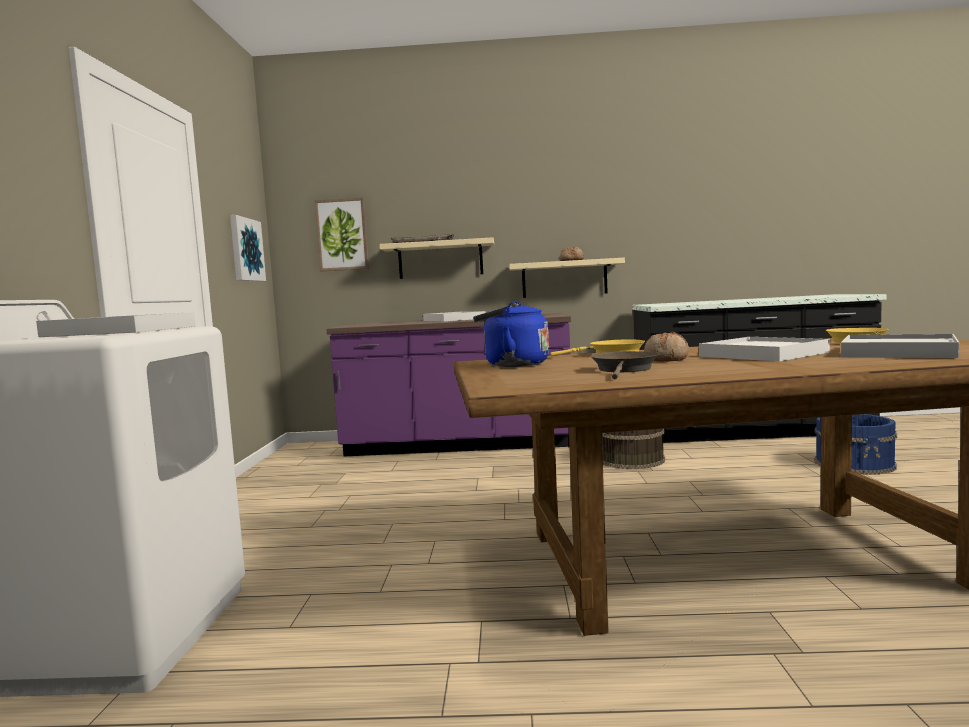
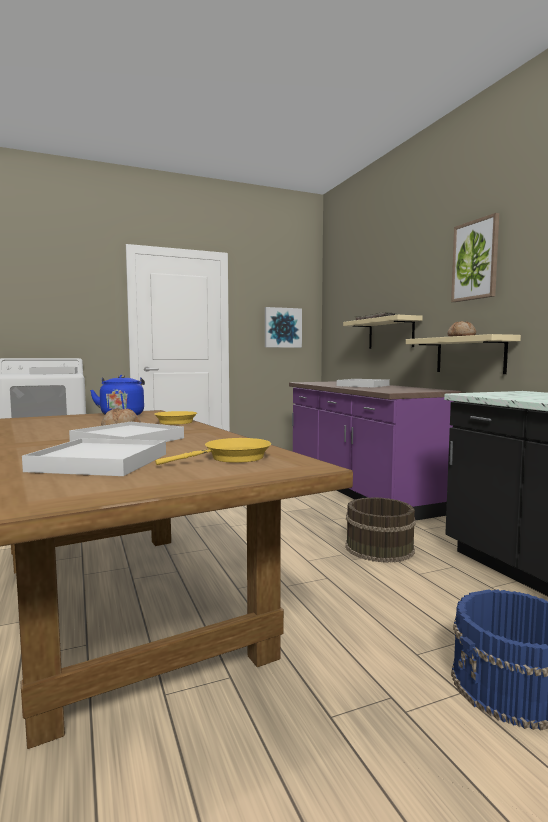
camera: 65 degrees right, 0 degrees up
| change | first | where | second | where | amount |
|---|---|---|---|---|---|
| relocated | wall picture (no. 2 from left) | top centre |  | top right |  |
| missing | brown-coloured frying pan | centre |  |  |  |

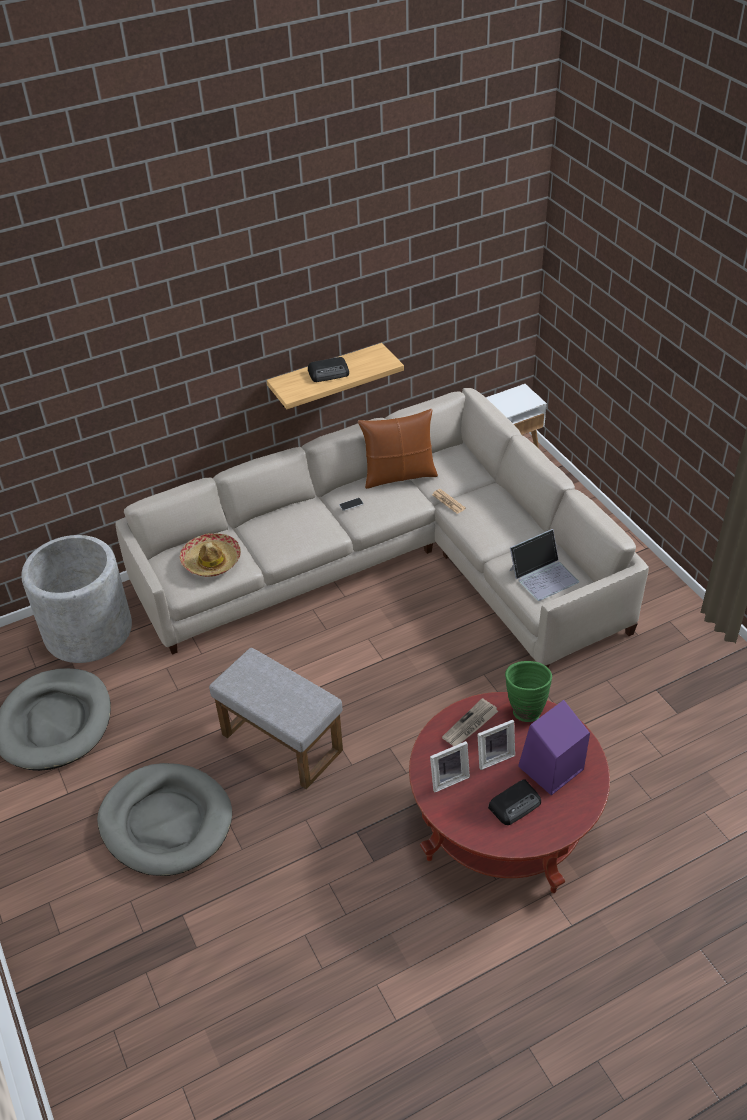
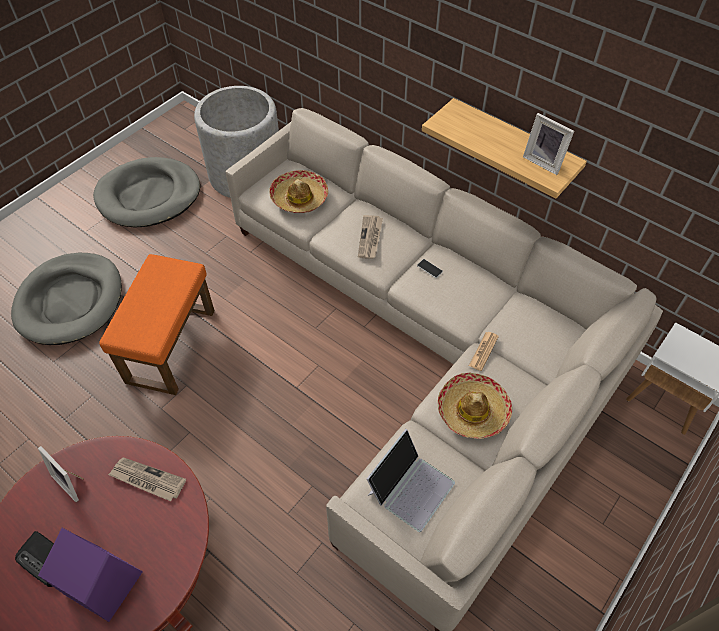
camera: 65 degrees right, 10 degrees up
| change | first | where | second | where | amount |
|---|---|---|---|---|---|
| missing | radio set (no. 1 from left) | top centre |  |  |  |
| missing | brown-coloured pillow | centre |  |  |  |
| spun | portable computer | middle right |  | bottom centre | 90 degrees counterclockwise |
| colour | greyish pouffe | centre | orange-coloured pouffe | middle left |  |
| missing | green-coloured decorative vase | middle right |  |  |  |
| relocated | photo frame (no. 2 from left) | centre |  | top right |  |
| appeared |  |  | daily paper (no. 2 from left) | centre |  |
| appeared |  |  | hat (no. 2 from left) | centre |  |

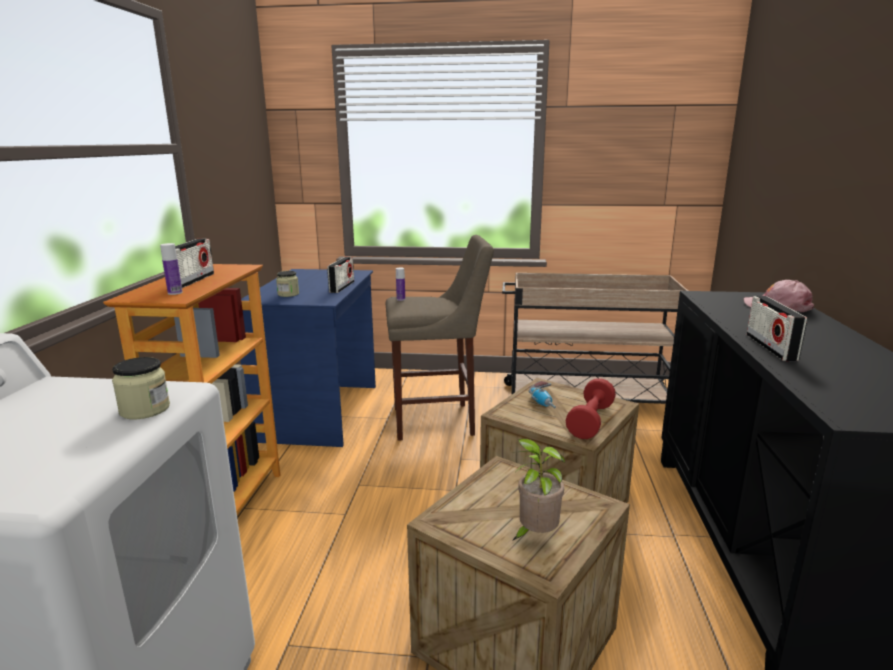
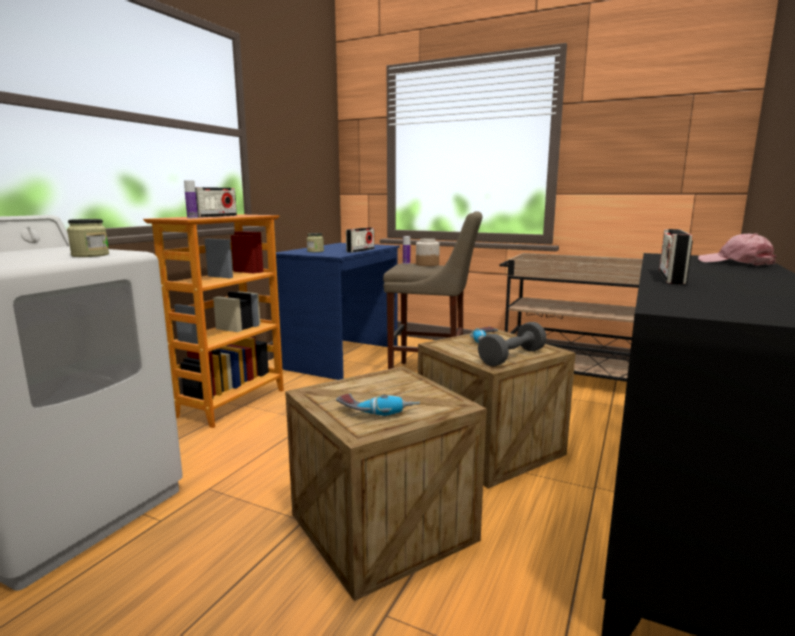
camera: 20 degrees right, 5 degrees down
| change | first | where | second | where | amount |
|---|---|---|---|---|---|
| colour | red-coloured dumbbell | centre | greyish dumbbell | centre |  |
| exchanged | potted plant | bottom centre | drill (no. 1 from left) | centre |  |
| appeared |  |  | storage jar (no. 3 from left) | centre |  |

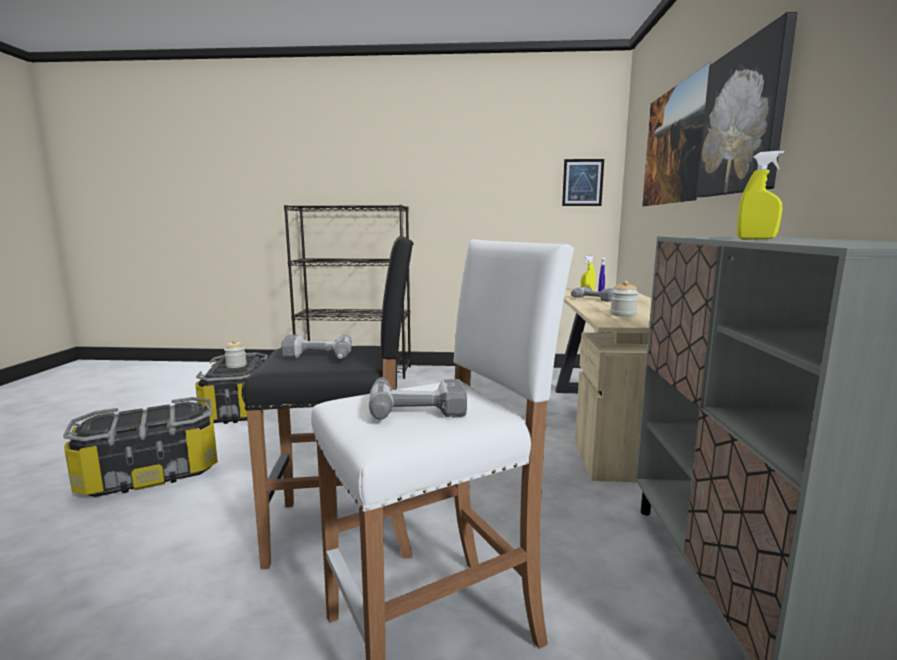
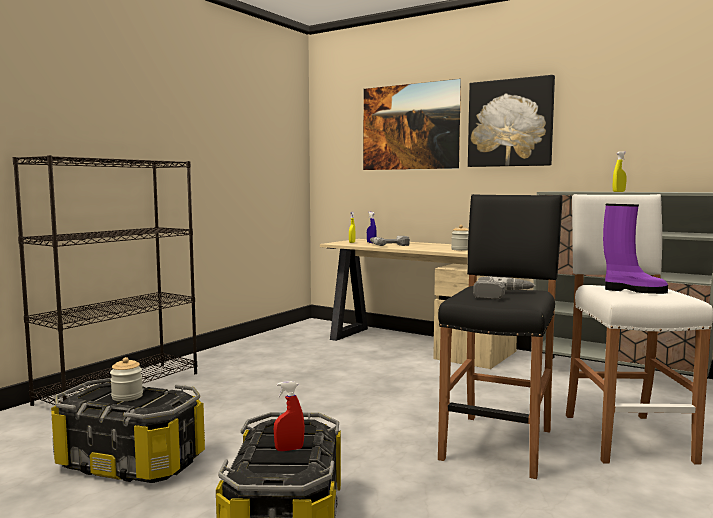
camera: 60 degrees left, 5 degrees down
| change | first | where | second | where | amount |
|---|---|---|---|---|---|
| missing | wall picture (no. 1 from left) | top centre |  |  |  |
| exchanged | drill (no. 2 from left) | centre | purplish high-top boot | middle right |  |
| appeared |  |  | red-coloured sprayer | bottom centre |  |

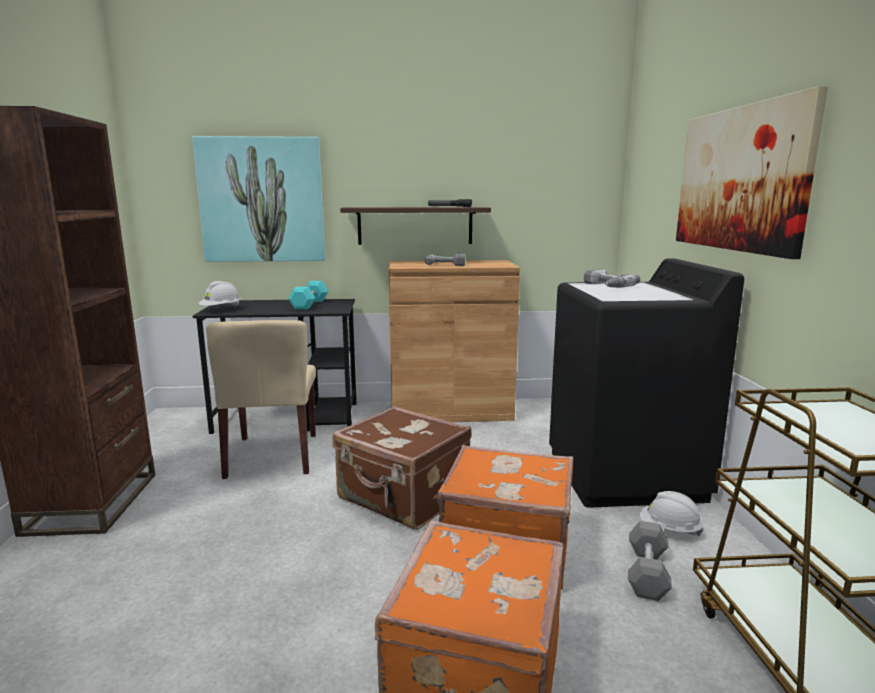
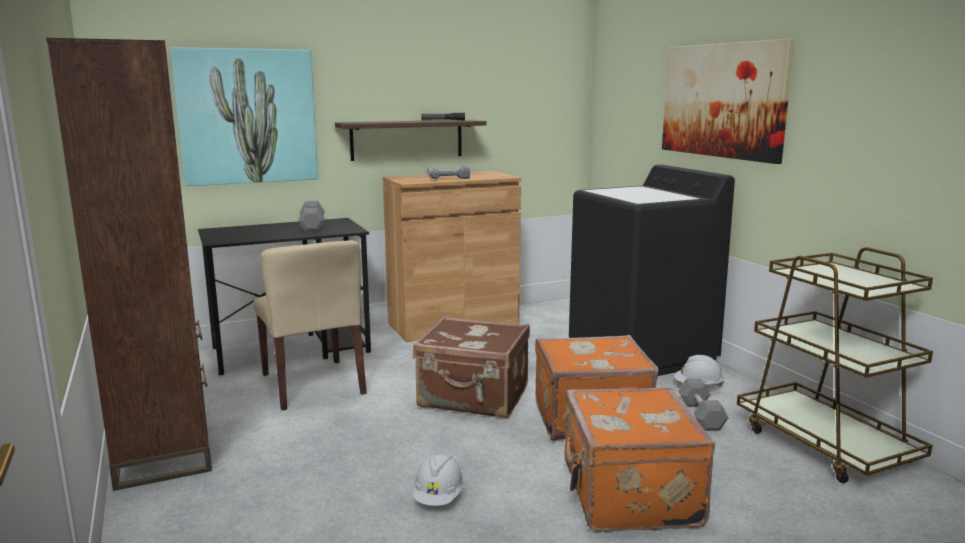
camera: 20 degrees left, 0 degrees up
| change | first | where | second | where | amount |
|---|---|---|---|---|---|
| missing | drill (no. 2 from left) | middle right |  |  |  |
| relocated | white-coloured hard hat (no. 1 from left) | middle left |  | bottom centre |  |
| colour | turquoise dumbbell | centre | greyish dumbbell (no. 1 from left) | middle left |  |

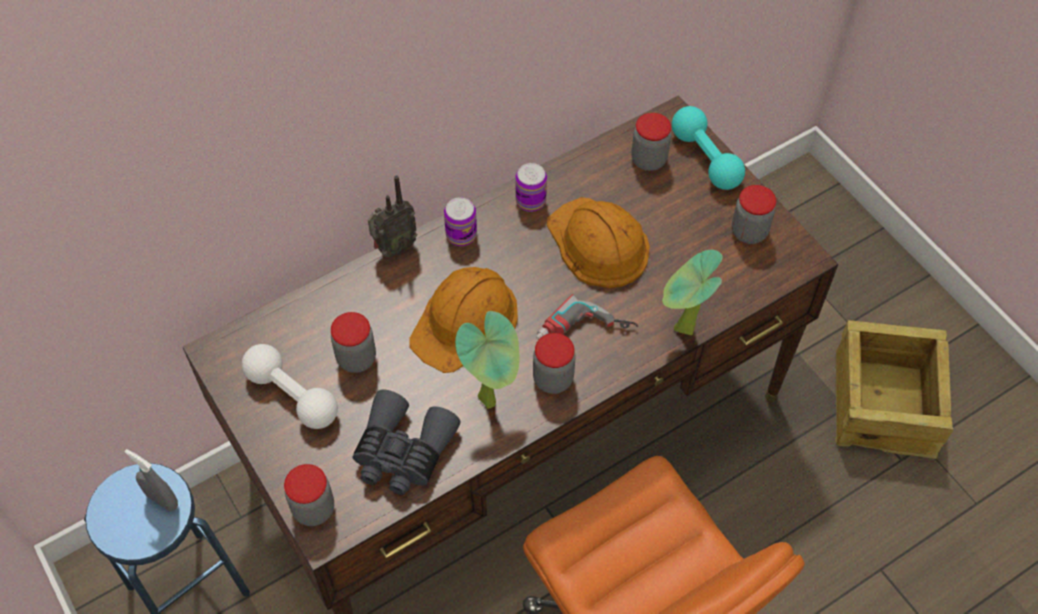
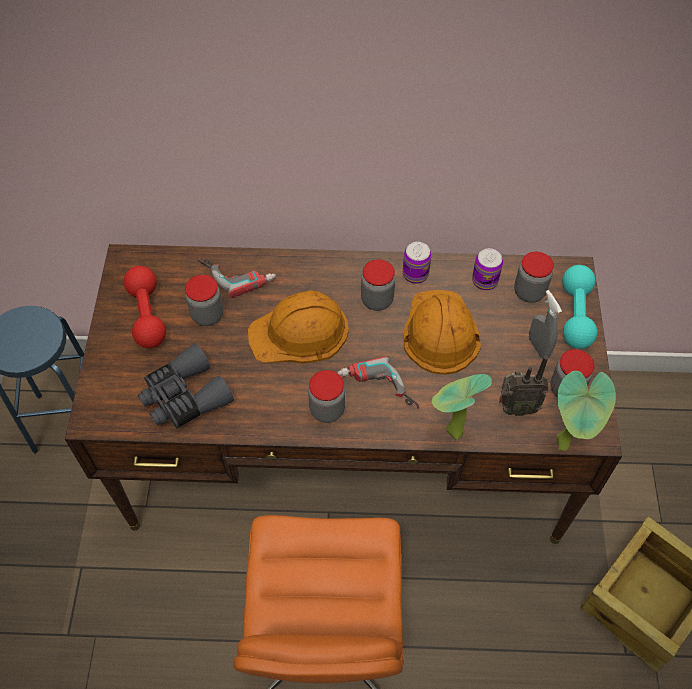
camera: 35 degrees right, 0 degrees up
| change | first | where | second | where | amount |
|---|---|---|---|---|---|
| relocated | radio set | centre |  | middle right |  |
| relocated | metal can (no. 1 from left in the first image) | centre | metal can (no. 2 from left) | middle right |  |
| relocated | potted plant (no. 1 from left in the first image) | centre | potted plant (no. 2 from left) | middle right |  |
| colour | white-coloured dumbbell | middle left | red-coloured dumbbell | middle left |  |
| relocated | greyish sprayer | bottom left |  | middle right |  |
| relocated | storage jar (no. 1 from left in the first image) | bottom left | storage jar (no. 3 from left) | centre |  |
| appeared |  |  | drill (no. 1 from left) | centre |  |

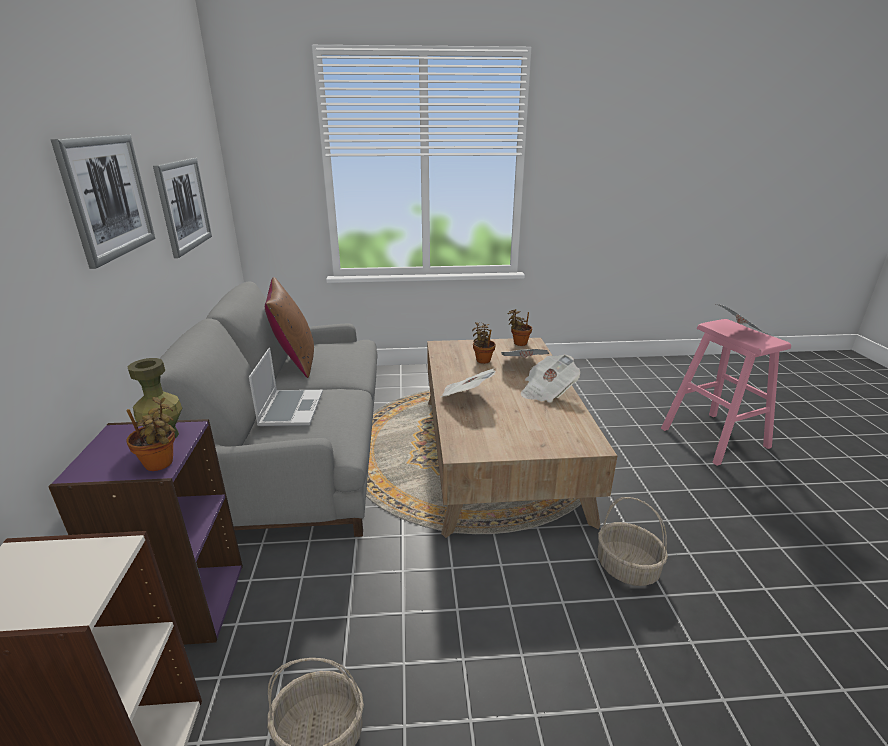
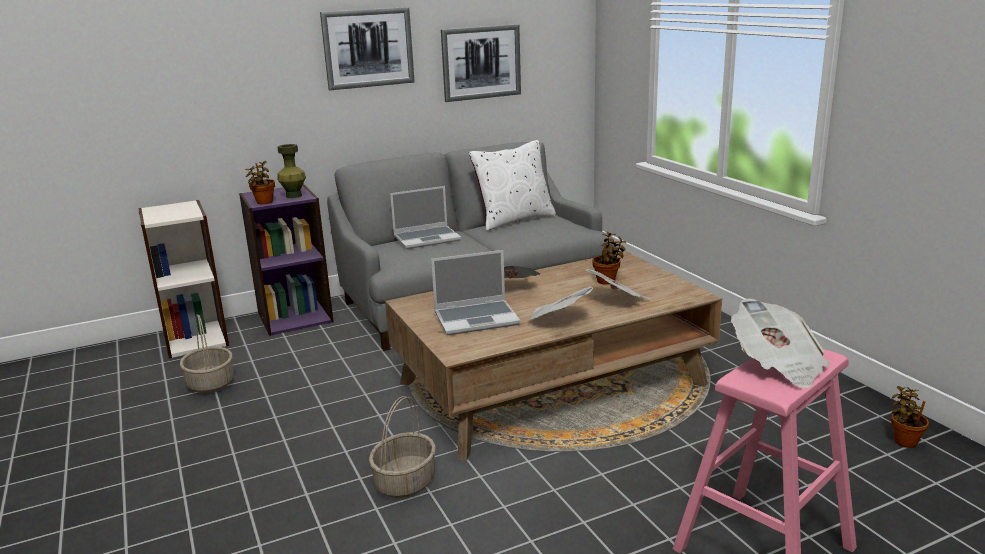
camera: 70 degrees right, 5 degrees down
| change | first | where | second | where | amount |
|---|---|---|---|---|---|
| colour | brown-coloured pillow | middle left | white-coloured pillow | centre |  |
| relocated | potted plant (no. 3 from left) | centre |  | bottom right |  |
| appeared |  |  | portable computer (no. 2 from left) | centre |  |

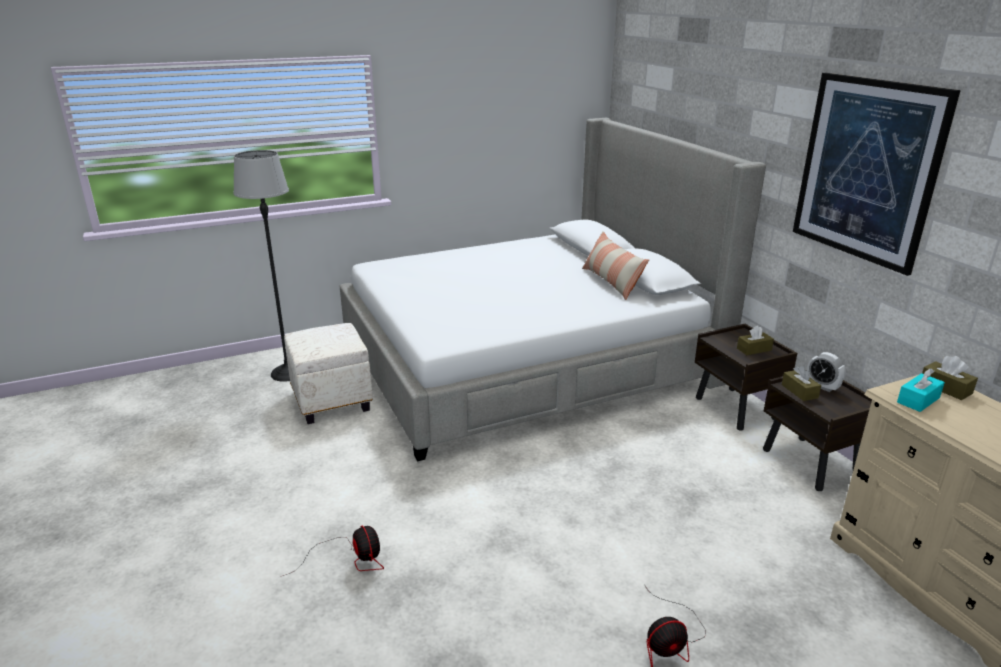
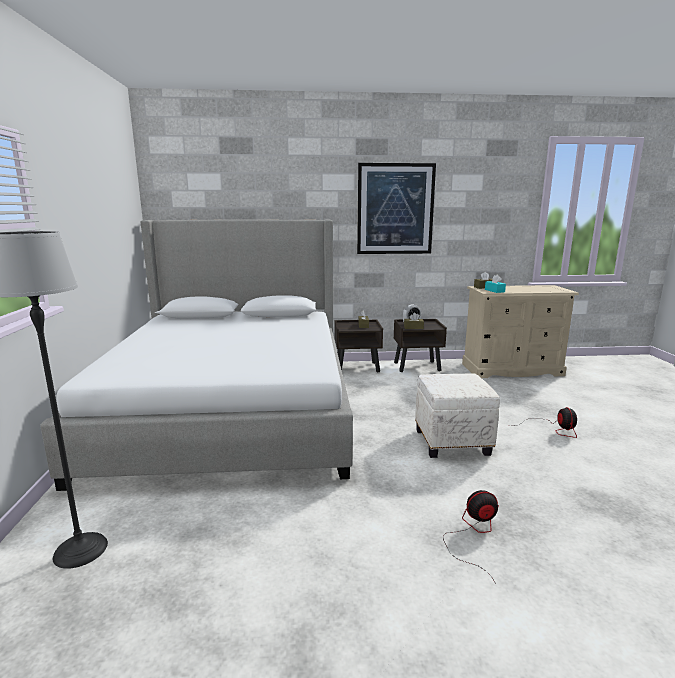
camera: 70 degrees left, 10 degrees down
| change | first | where | second | where | amount |
|---|---|---|---|---|---|
| missing | pillow | centre |  |  |  |
| relocated | white-coloured pouffe | middle left |  | middle right |  |

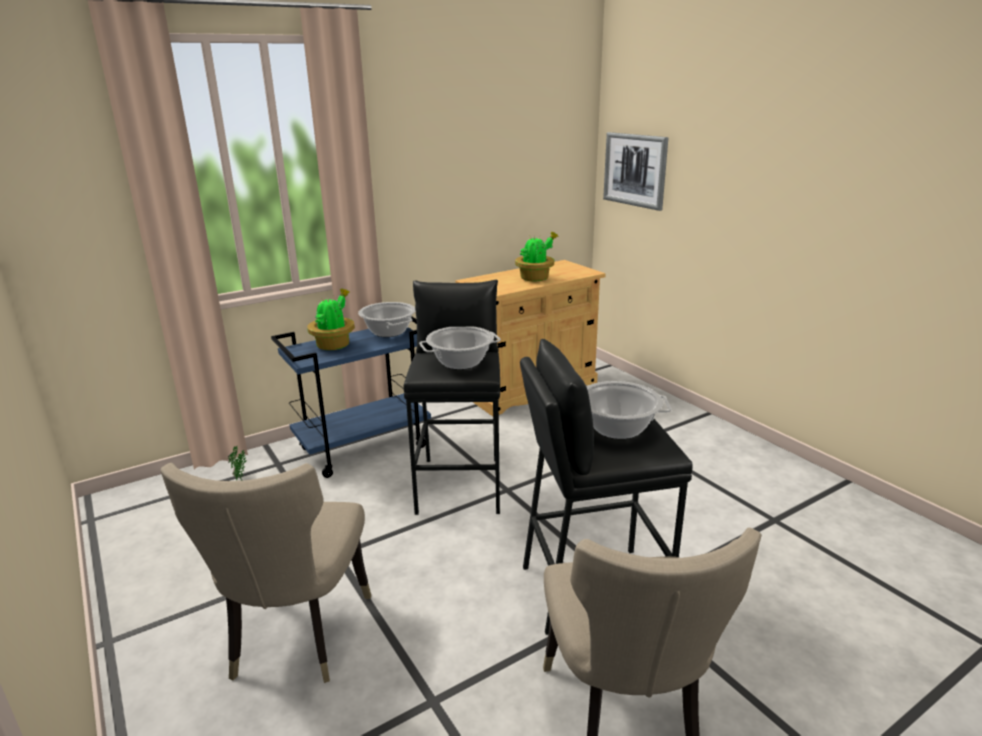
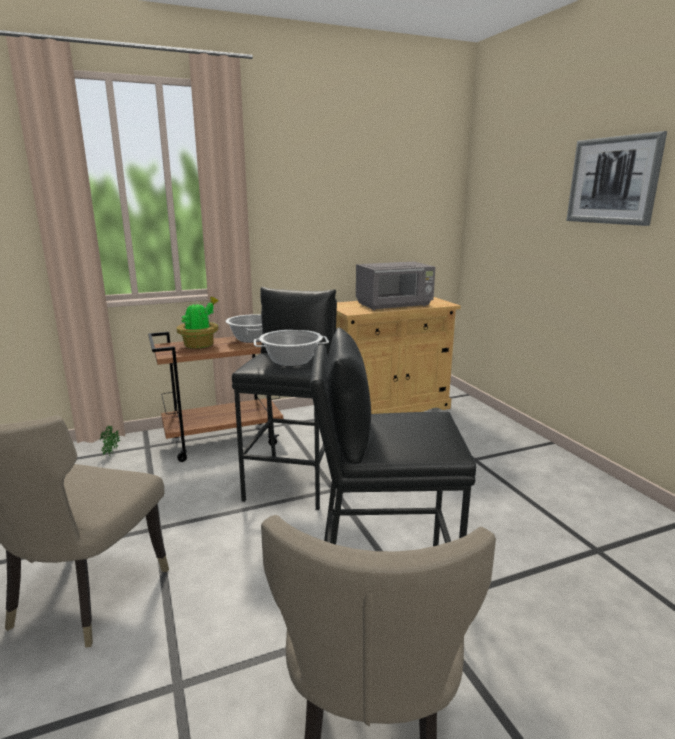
camera: 10 degrees right, 5 degrees down
| change | first | where | second | where | amount |
|---|---|---|---|---|---|
| relocated | wall picture | top centre |  | top right |  |
| exchanged | potted plant (no. 3 from left) | centre | greyish microwave oven | centre |  |
| colour | blue-coloured trolley | centre | brown-coloured trolley | middle left |  |
| missing | stockpot (no. 3 from left) | centre |  |  |  |

